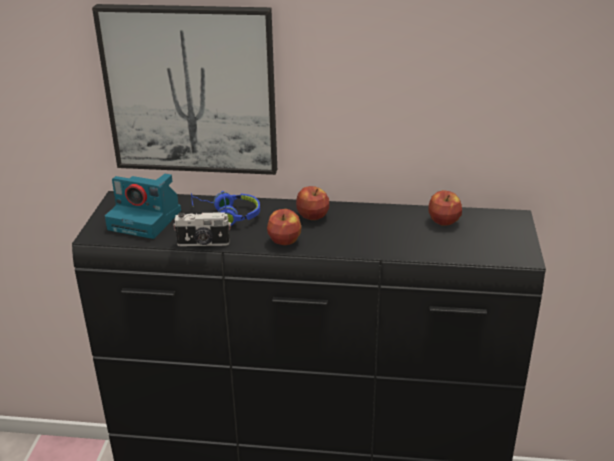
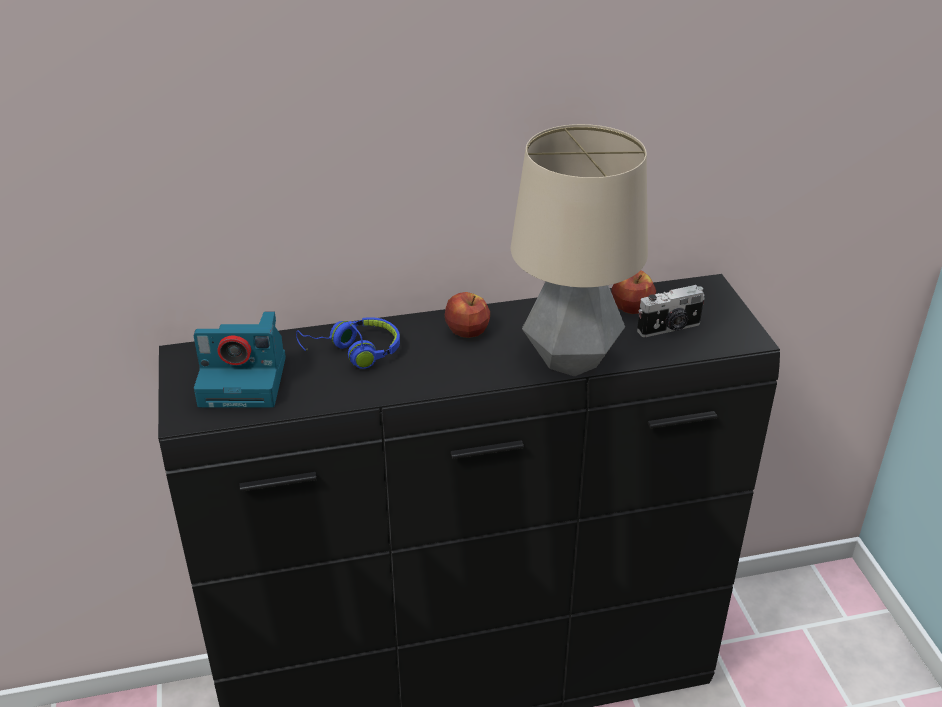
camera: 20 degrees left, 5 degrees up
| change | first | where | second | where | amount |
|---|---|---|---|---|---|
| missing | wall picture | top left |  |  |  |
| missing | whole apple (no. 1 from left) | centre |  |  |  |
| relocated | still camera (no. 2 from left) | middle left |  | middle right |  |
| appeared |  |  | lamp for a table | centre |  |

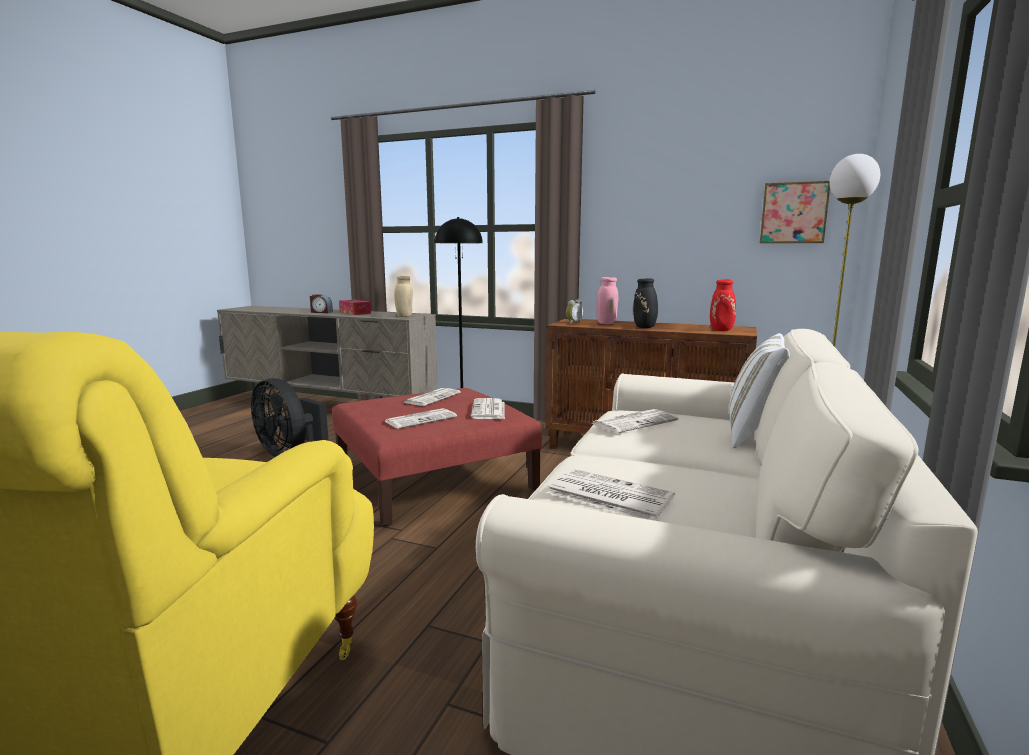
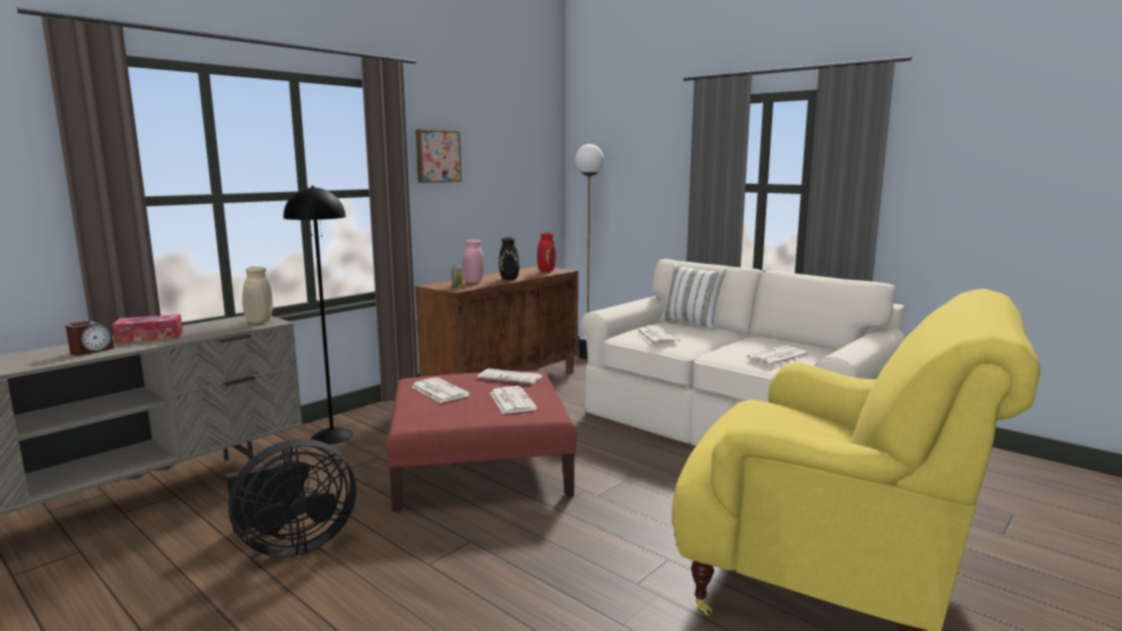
camera: 70 degrees left, 0 degrees up
| change | first | where | second | where | amount |
|---|---|---|---|---|---|
| relocated | wall picture | top right |  | top centre |  |

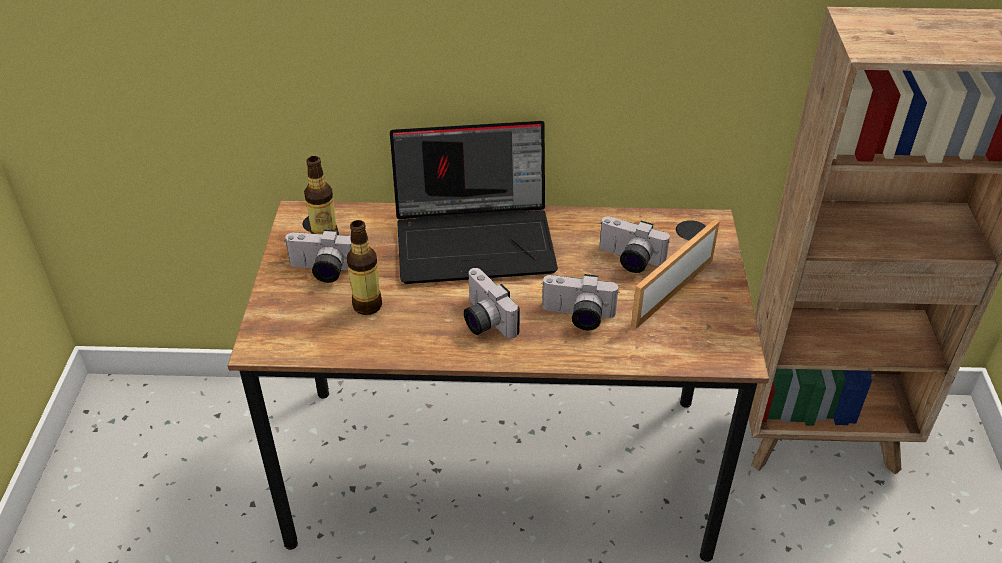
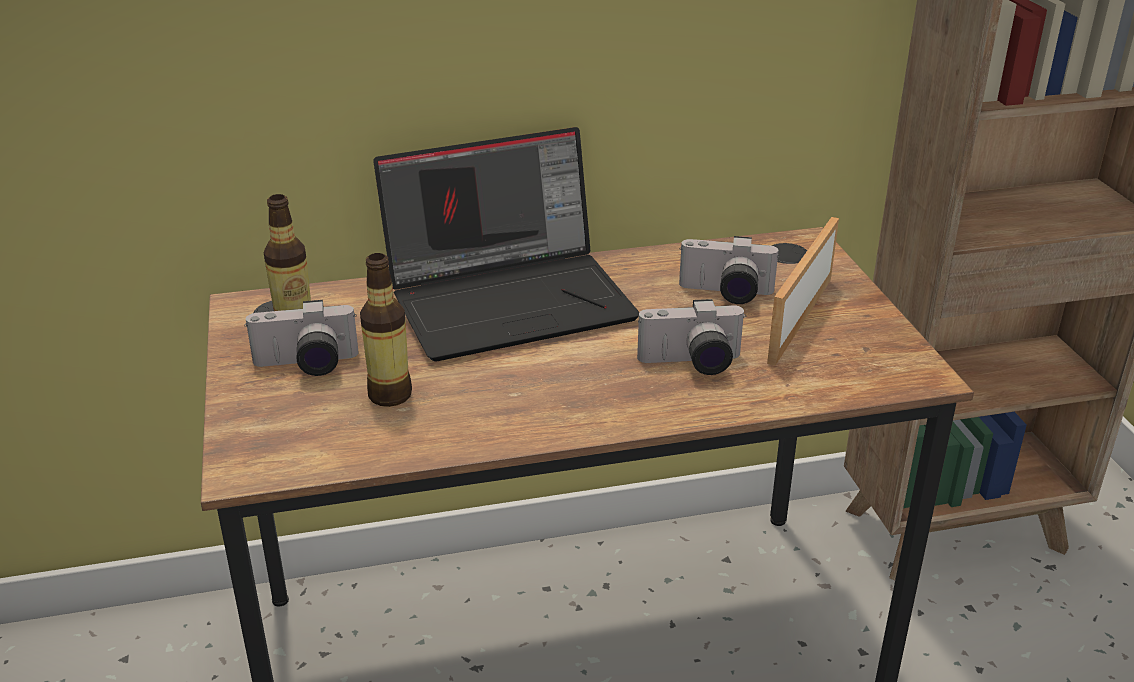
camera: 15 degrees left, 10 degrees down
| change | first | where | second | where | amount |
|---|---|---|---|---|---|
| missing | still camera (no. 2 from left) | centre |  |  |  |

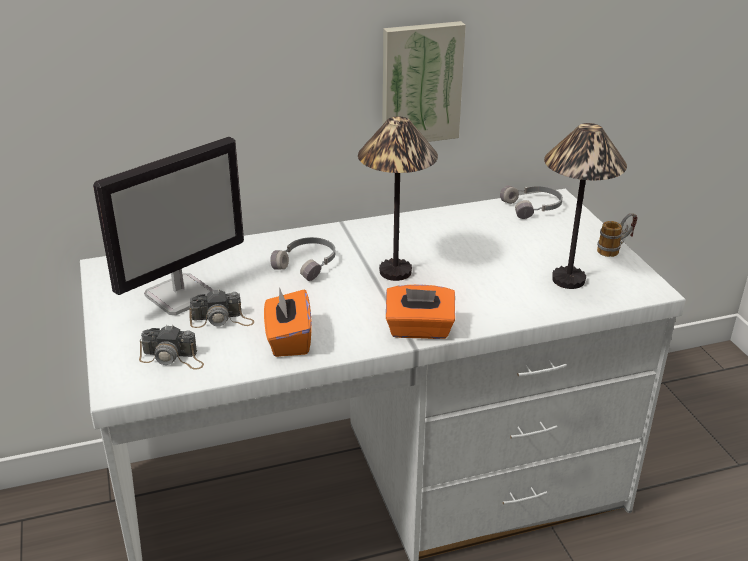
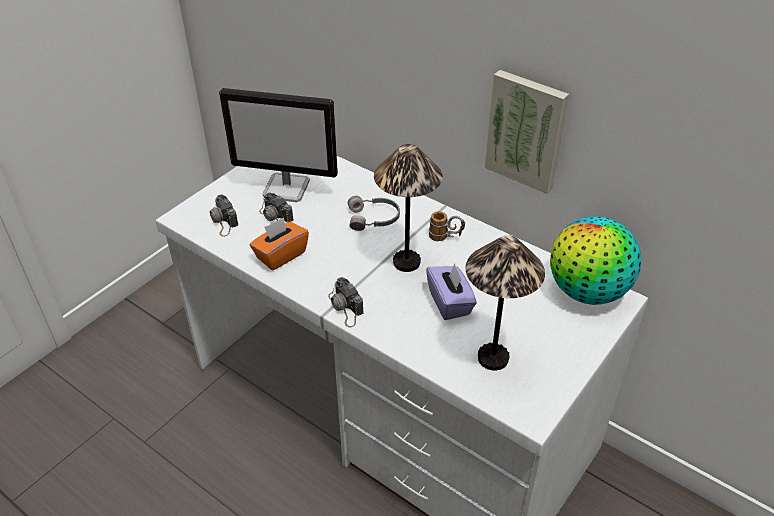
camera: 55 degrees right, 10 degrees up
| change | first | where | second | where | amount |
|---|---|---|---|---|---|
| exchanged | greyish headphones (no. 2 from left) | middle right | globe | middle right |  |
| relocated | coffee mug | middle right |  | centre |  |
| exchanged | orange-coloured tissue holder (no. 2 from left) | centre | still camera (no. 3 from left) | centre |  |
| appeared |  |  | purplish tissue holder | centre |  |

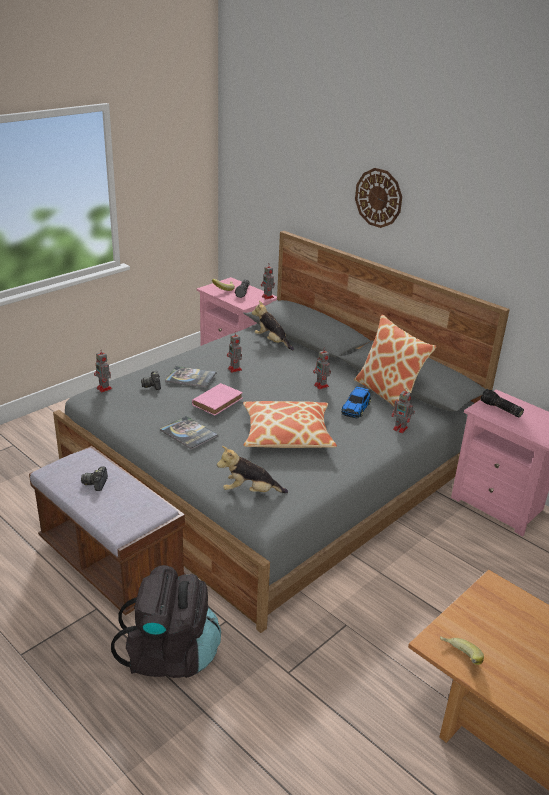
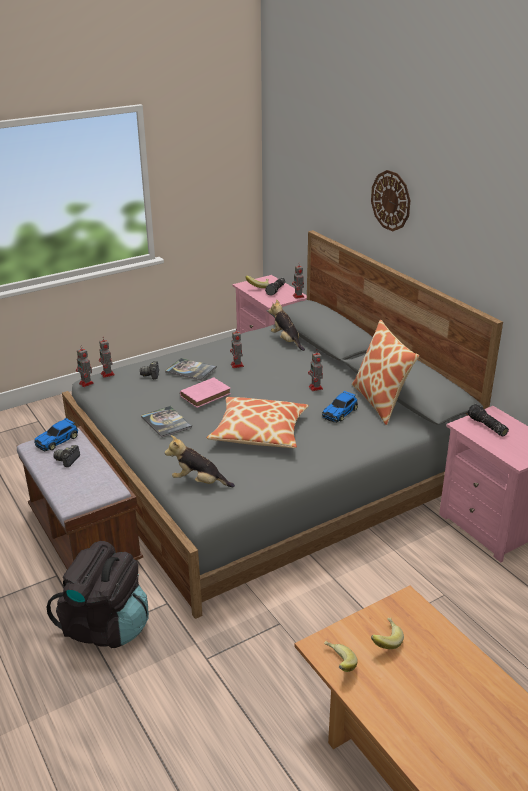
camera: 15 degrees right, 0 degrees up
| change | first | where | second | where | amount |
|---|---|---|---|---|---|
| relocated | model robot (no. 5 from left in the first image) | middle right | model robot (no. 1 from left) | middle left |  |
| appeared |  |  | miniature car (no. 1 from left) | middle left |  |
| appeared |  |  | banana fruit (no. 3 from left) | bottom right |  |

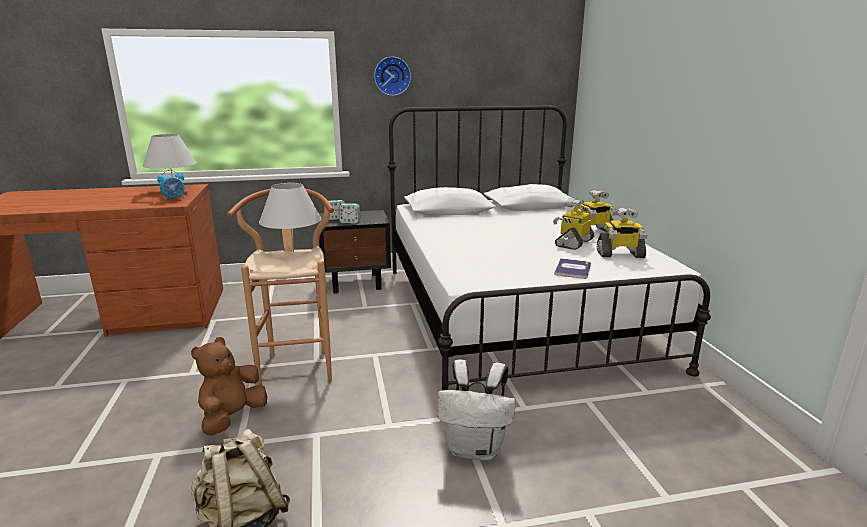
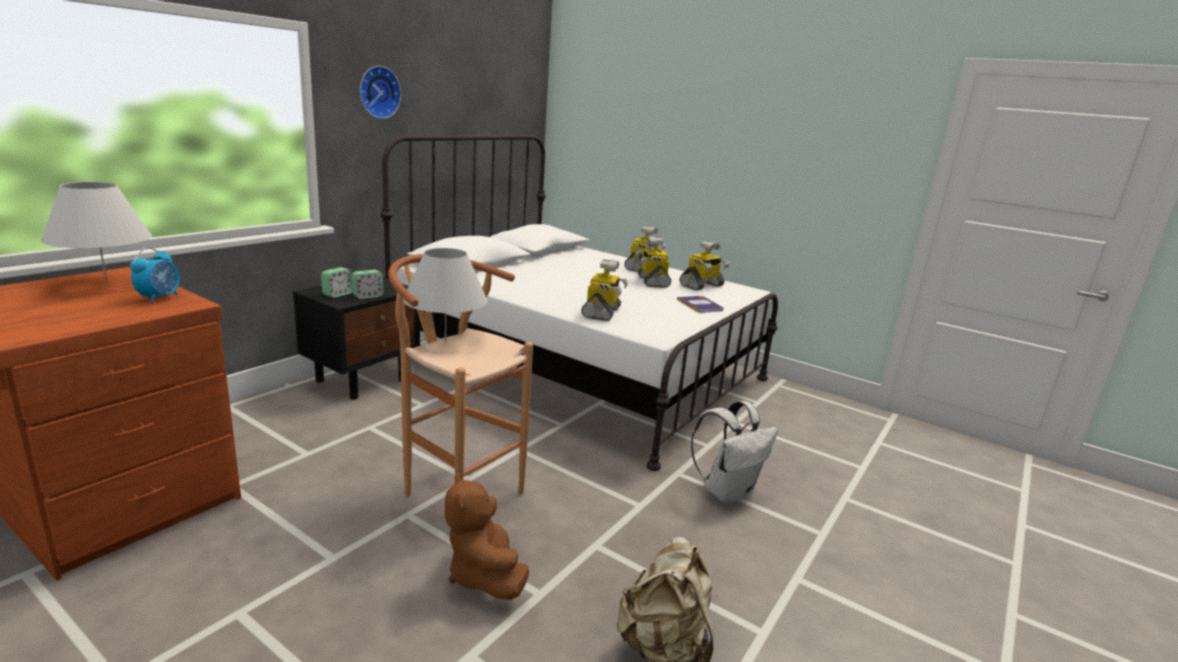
camera: 45 degrees left, 0 degrees up
| change | first | where | second | where | amount |
|---|---|---|---|---|---|
| appeared |  |  | model robot (no. 1 from left) | centre |  |

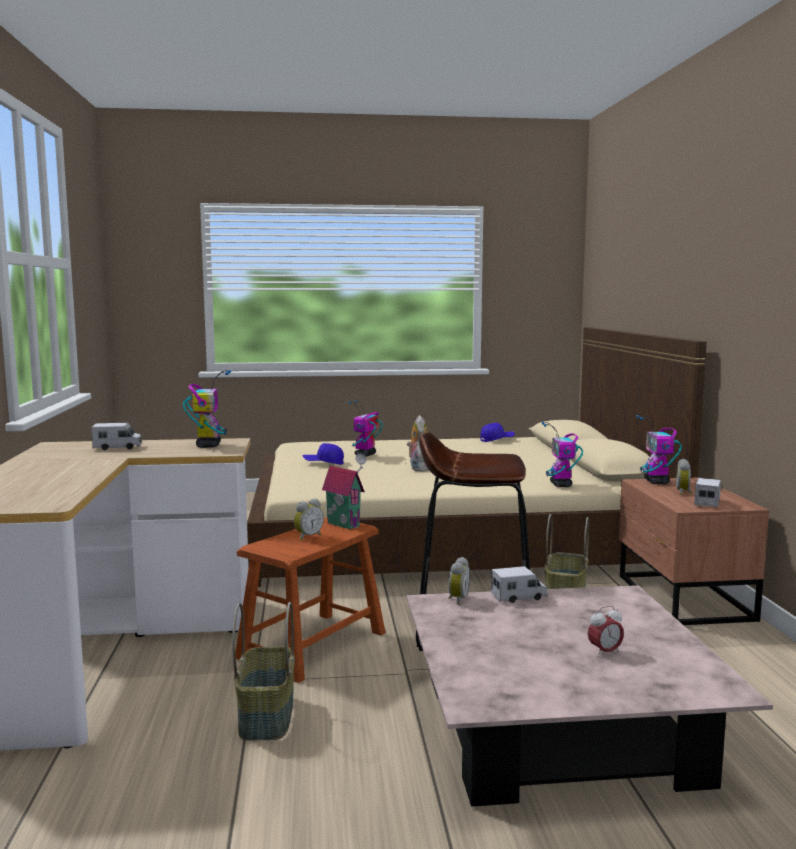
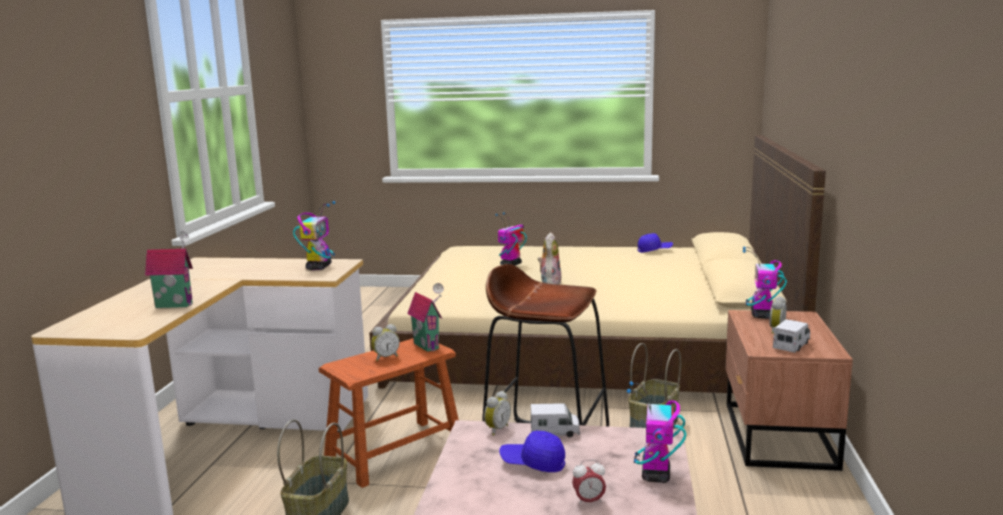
camera: 15 degrees right, 5 degrees up
| change | first | where | second | where | amount |
|---|---|---|---|---|---|
| relocated | model robot (no. 3 from left) | middle right |  | bottom centre |  |
| missing | toy truck (no. 1 from left) | middle left |  |  |  |
| relocated | blue-coloured peaked cap (no. 1 from left) | centre |  | bottom centre |  |
| appeared |  |  | model house (no. 1 from left) | middle left |  |

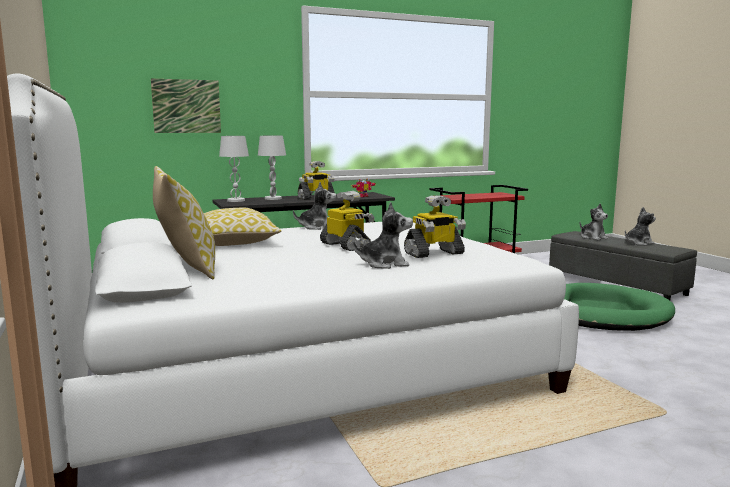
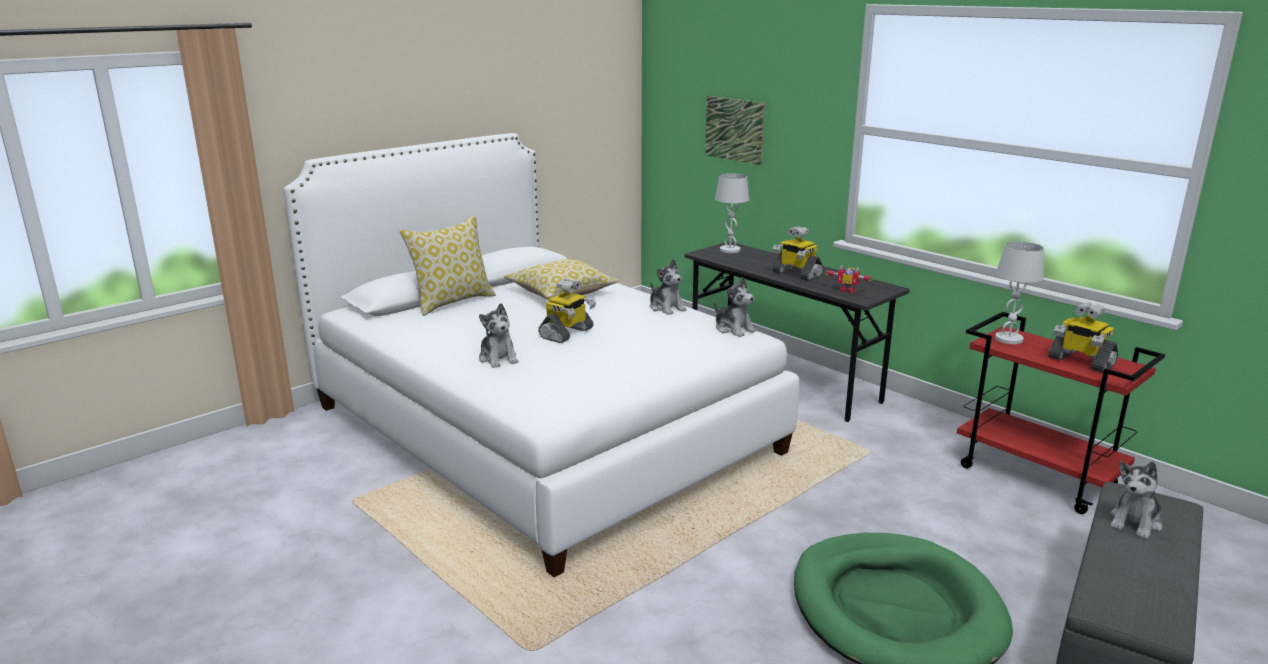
camera: 70 degrees right, 10 degrees up
| change | first | where | second | where | amount |
|---|---|---|---|---|---|
| relocated | white-coloured lamp for a table (no. 2 from left) | centre |  | middle right |  |
| relocated | model robot (no. 4 from left) | centre |  | middle right |  |
| relocated | soft toy (no. 4 from left in the first image) | middle right | soft toy (no. 3 from left) | centre |  |

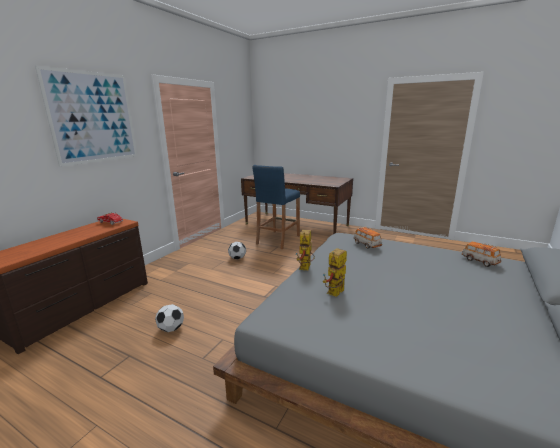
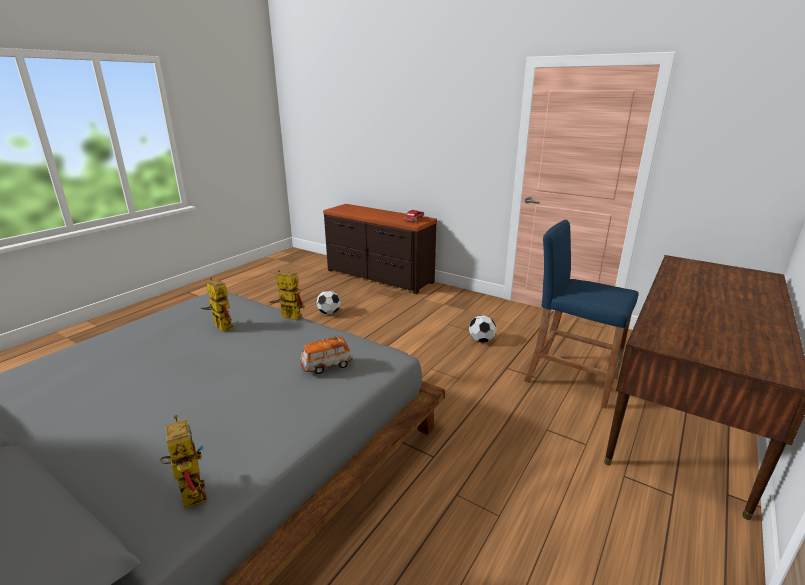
camera: 95 degrees right, 5 degrees up
| change | first | where | second | where | amount |
|---|---|---|---|---|---|
| missing | wall picture | top left |  |  |  |
| exchanged | miniature car (no. 2 from left) | middle right | model robot (no. 1 from left) | bottom left |  |

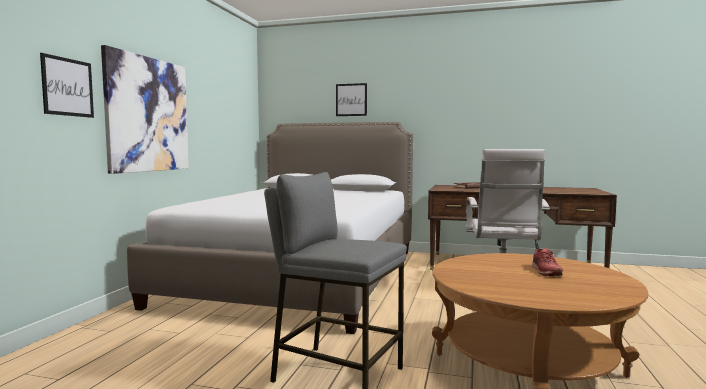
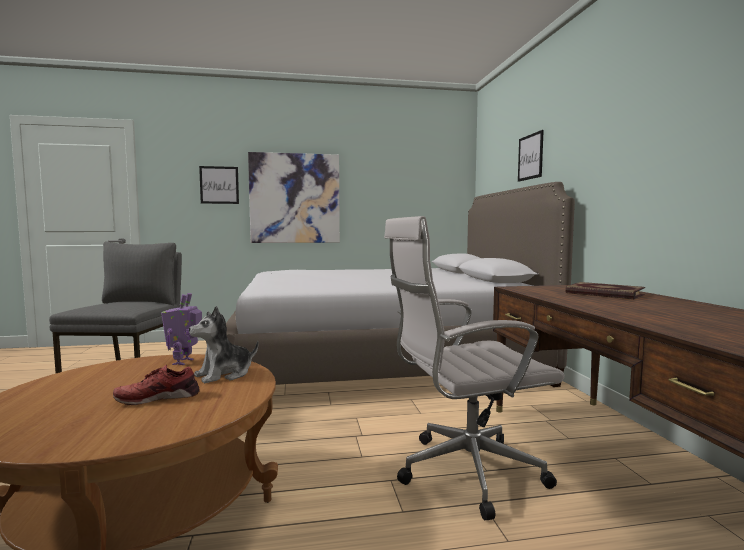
camera: 65 degrees right, 0 degrees up
| change | first | where | second | where | amount |
|---|---|---|---|---|---|
| appeared |  |  | model robot | middle left |  |
| appeared |  |  | soft toy | middle left |  |

